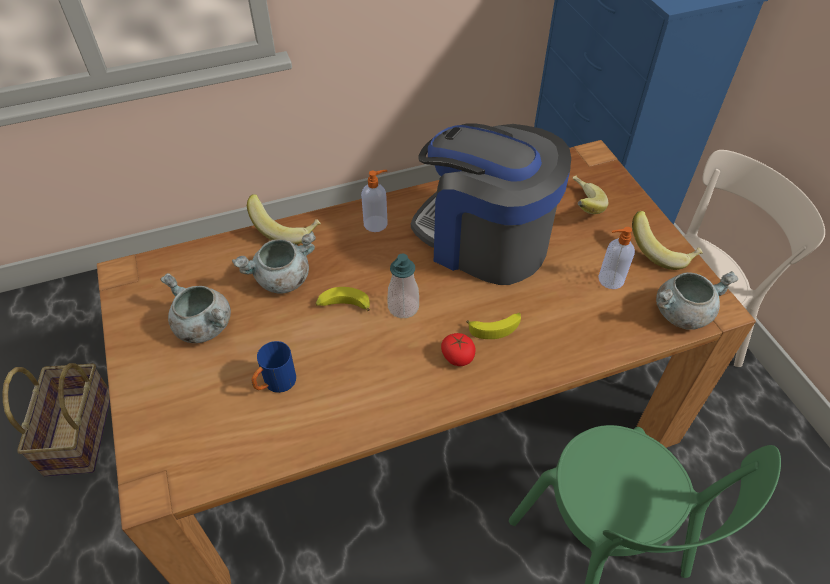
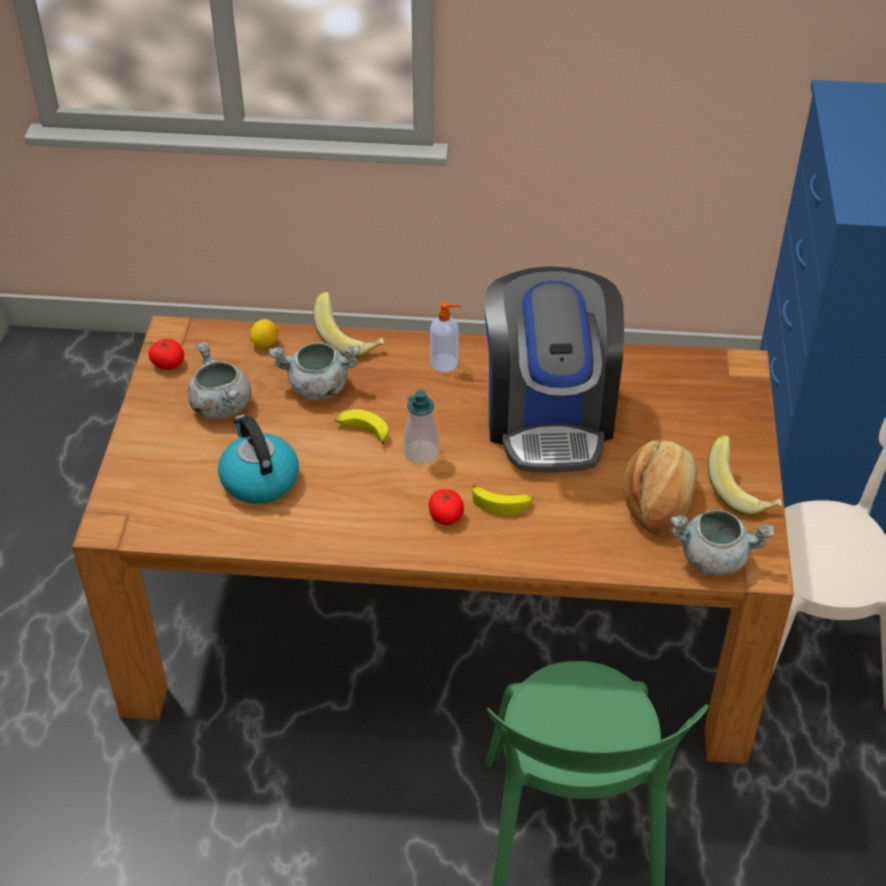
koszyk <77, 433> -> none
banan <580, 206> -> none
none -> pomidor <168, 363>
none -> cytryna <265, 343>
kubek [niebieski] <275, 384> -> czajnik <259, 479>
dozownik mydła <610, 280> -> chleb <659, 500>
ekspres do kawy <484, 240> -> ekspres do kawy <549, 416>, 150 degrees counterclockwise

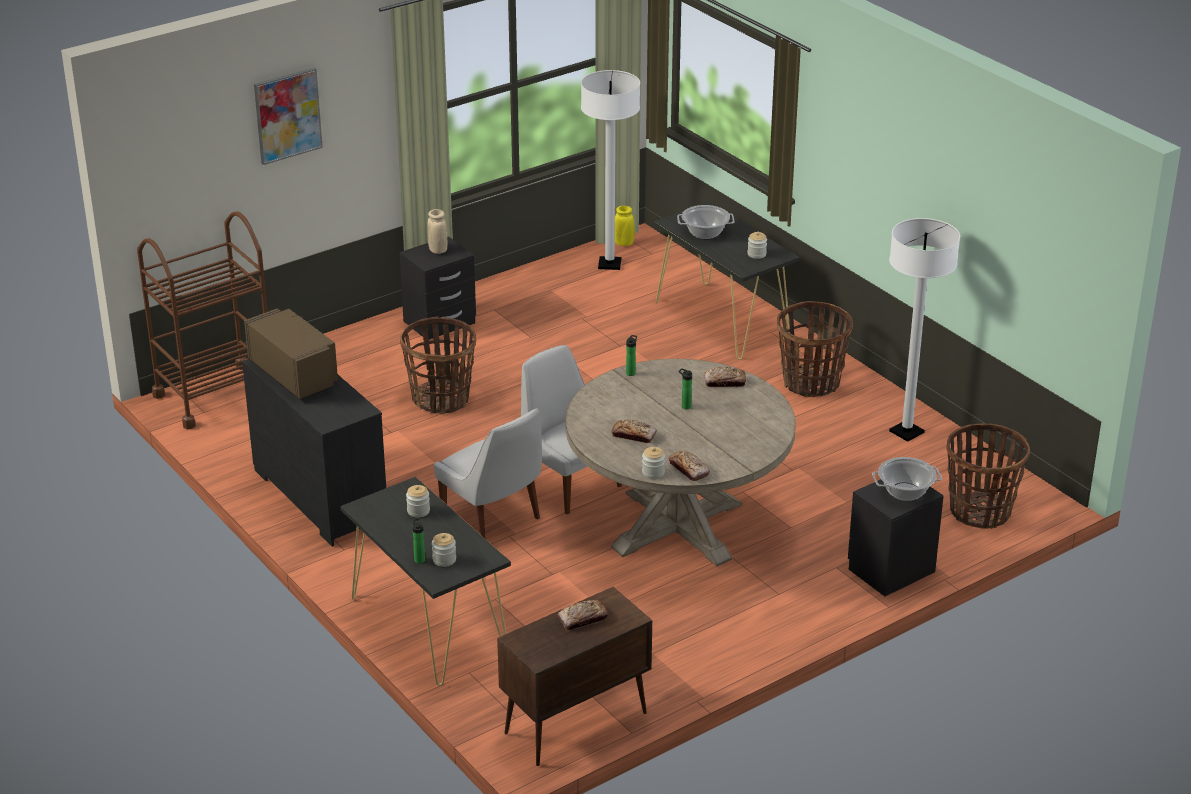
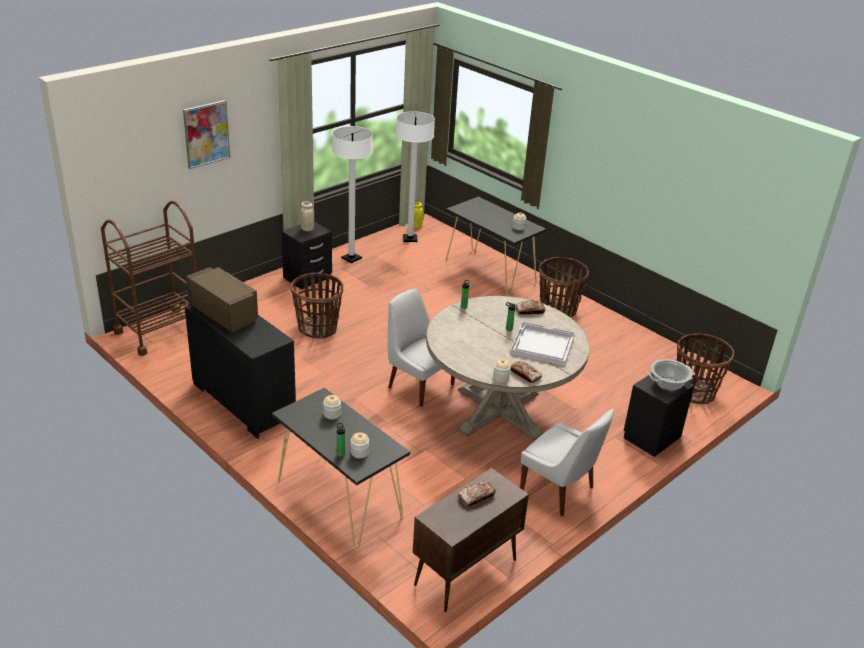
chleb <634, 435> -> none
garnek <705, 233> -> none
none -> taca [biały] <542, 345>
krzesło [biały] <493, 520> -> krzesło [biały] <559, 491>, move
lampa stojąca [biały] <906, 432> -> lampa stojąca [biały] <351, 258>, move

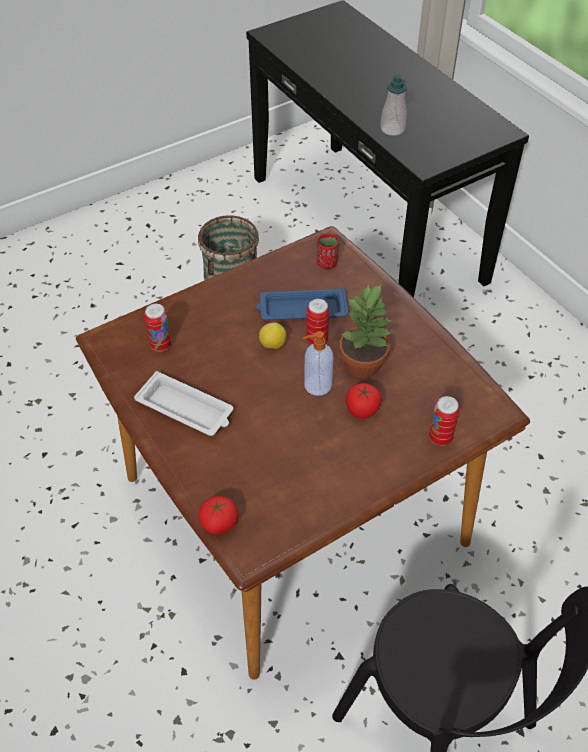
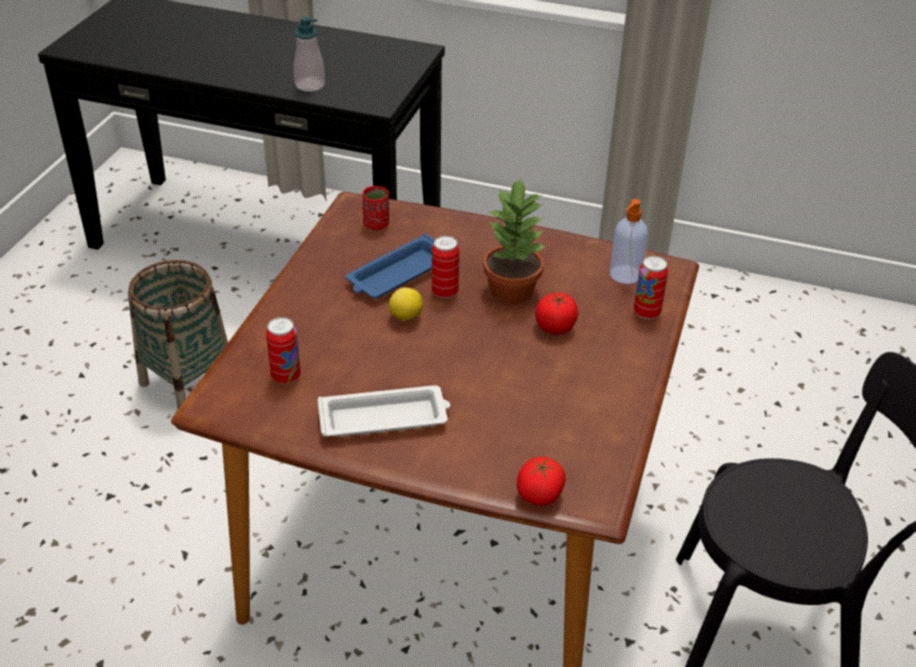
dozownik mydła <316, 385> -> dozownik mydła <624, 275>, move

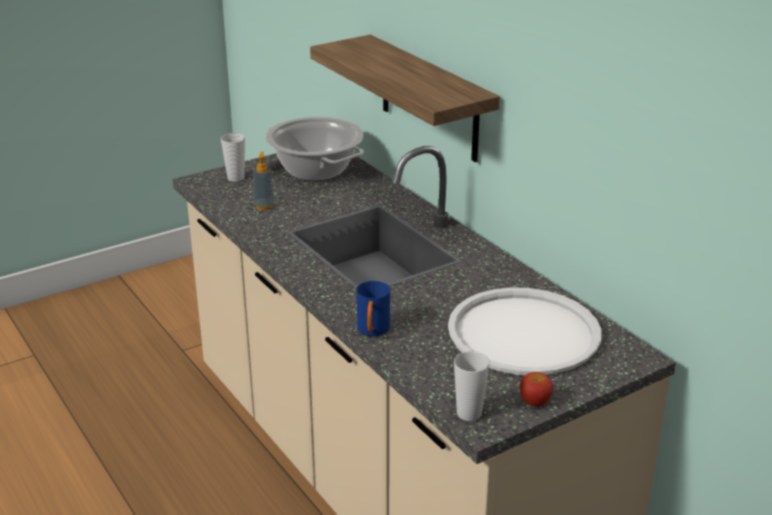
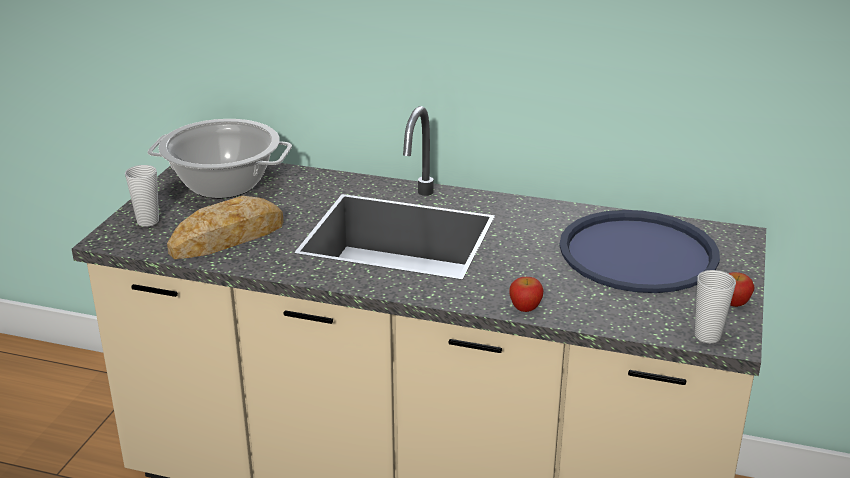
półka <429, 99> -> none
dozownik mydła <264, 206> -> chleb <227, 237>
kubek [niebieski] <372, 332> -> jabłko <525, 307>
taca [biały] <524, 333> -> taca [niebieski] <638, 253>

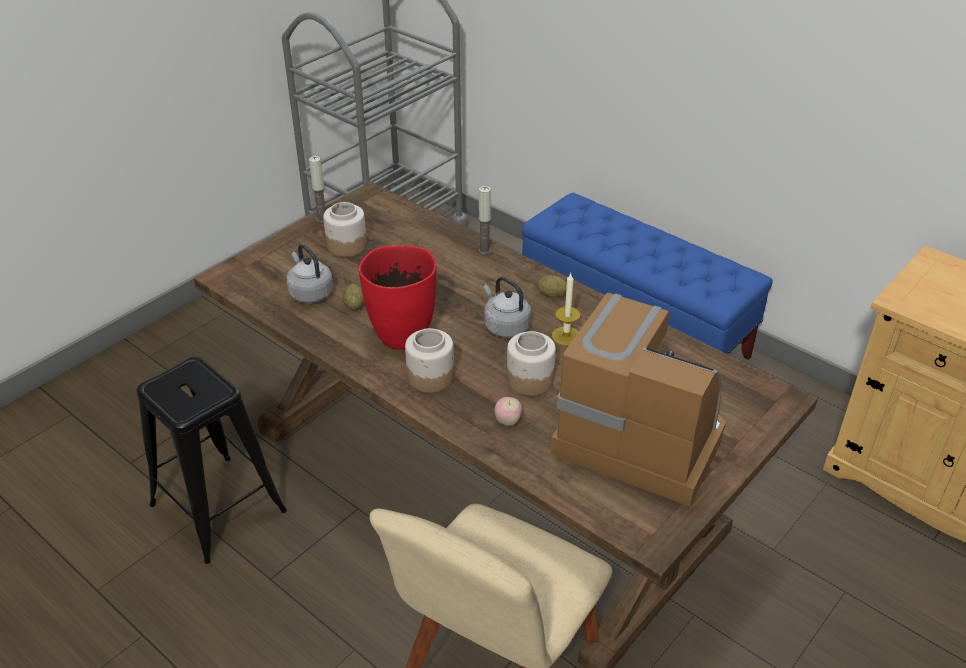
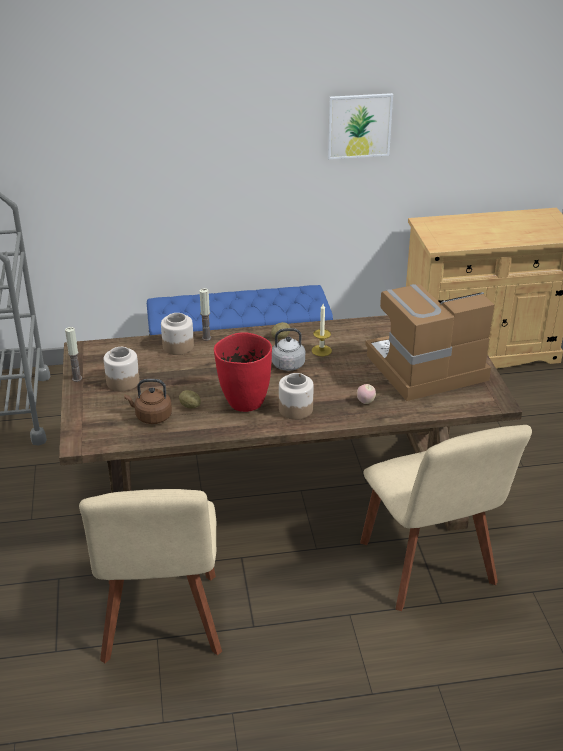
none -> obraz <359, 126>
słoik <529, 380> -> słoik <177, 347>, move
stołek [czarny] <218, 508> -> krzesło [beżowy] <162, 623>
czajnik [szary] <310, 293> -> czajnik [brązowy] <151, 417>

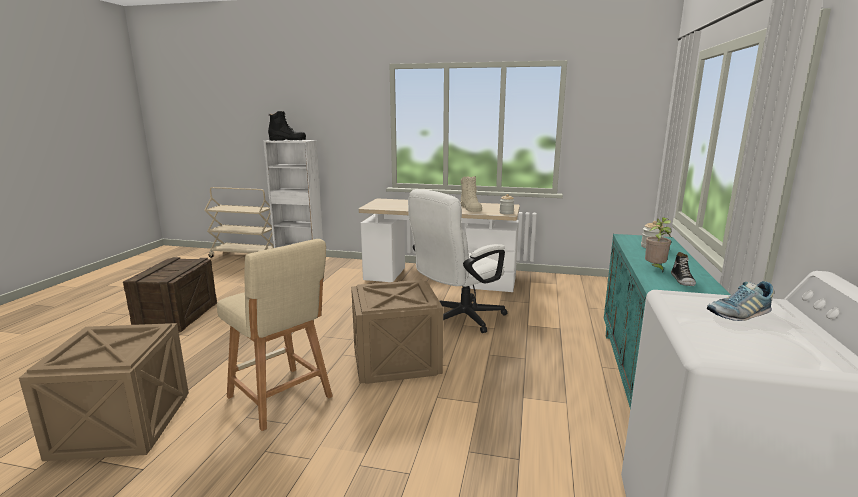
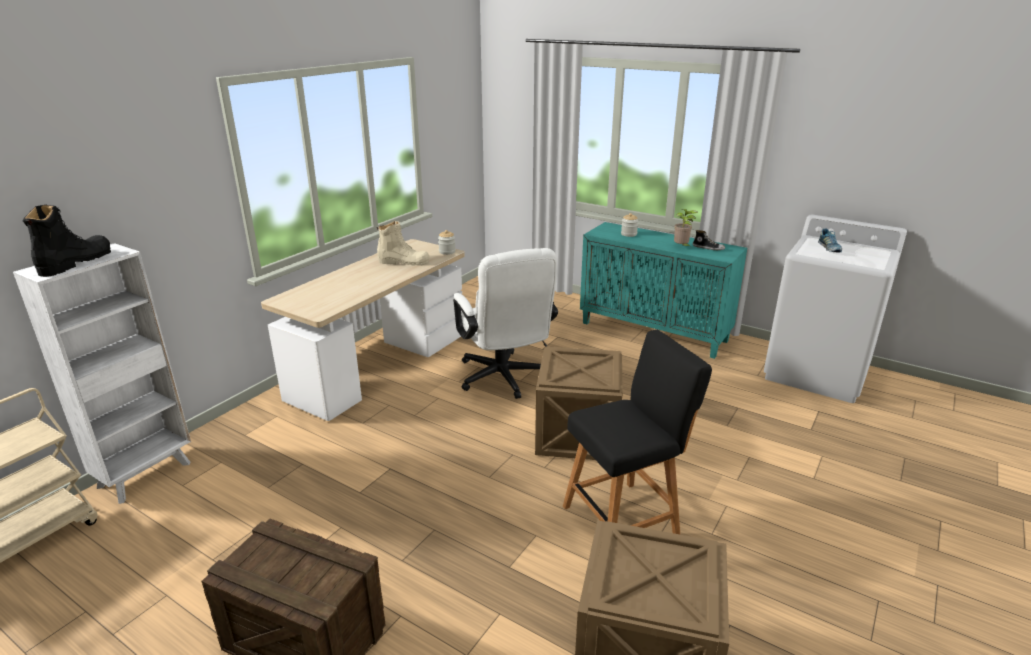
stołek [beżowy] <282, 399> -> stołek [czarny] <625, 518>

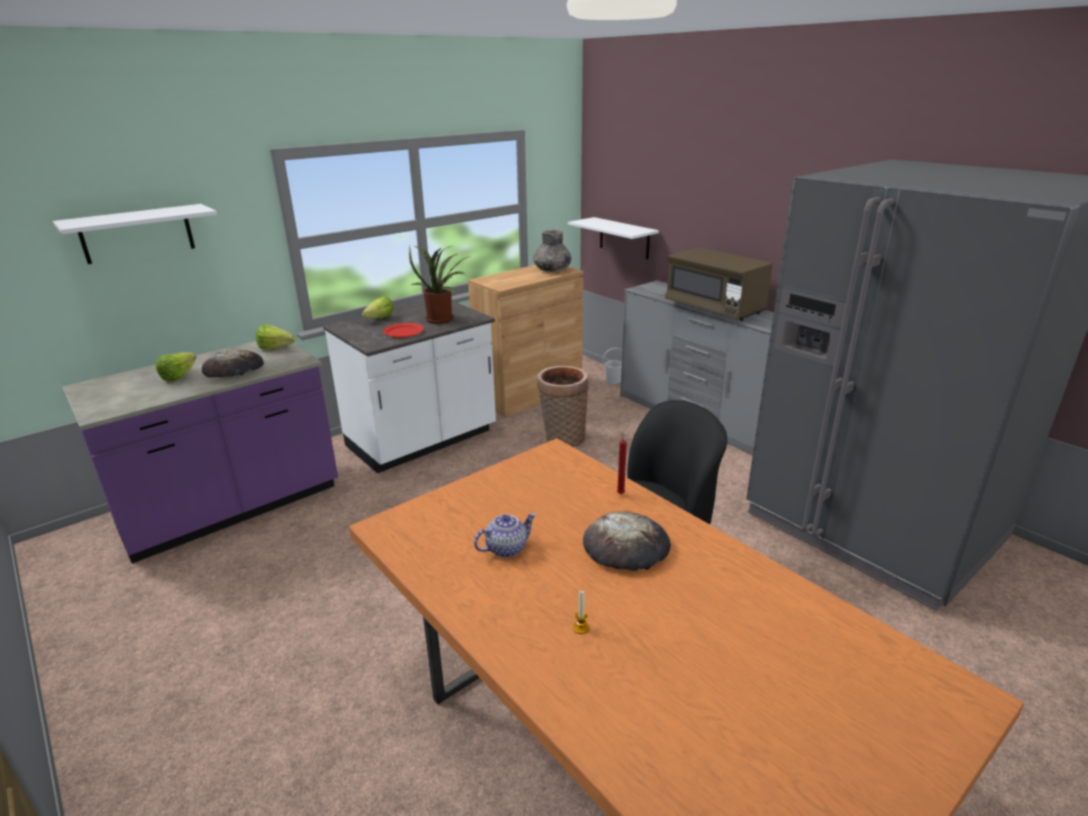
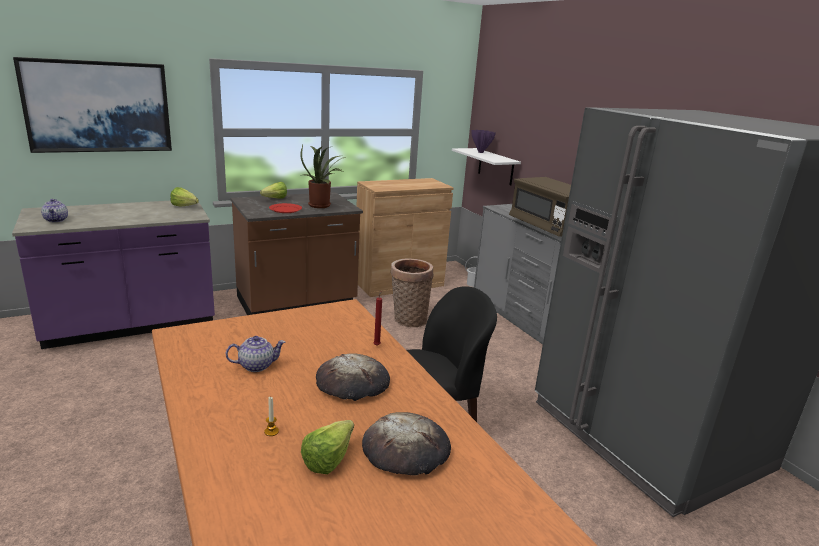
wazon [szary] <552, 270> -> none
none -> imbryk <56, 220>
none -> wazon [fioletowy] <480, 152>
sałata <182, 375> -> sałata <333, 457>, move
chleb <234, 369> -> chleb <406, 449>, move
półka [biały] <137, 234> -> obraz <98, 106>
zabudowa kuchenna [biały] <422, 440> -> zabudowa kuchenna [brązowy] <297, 302>

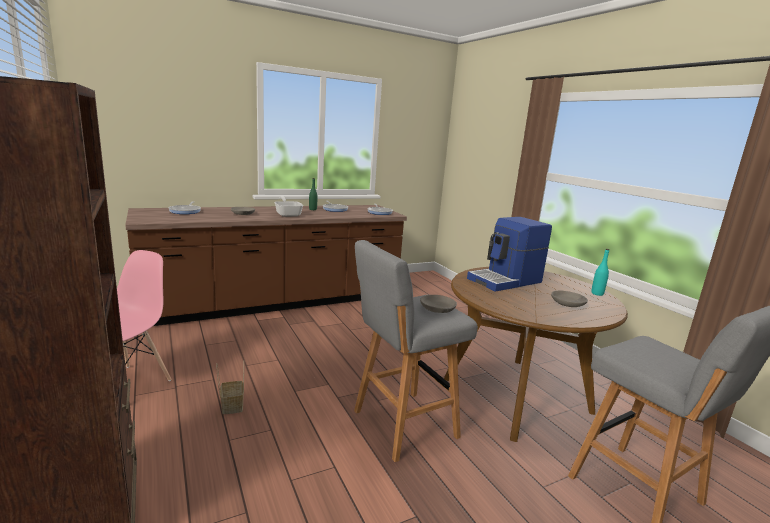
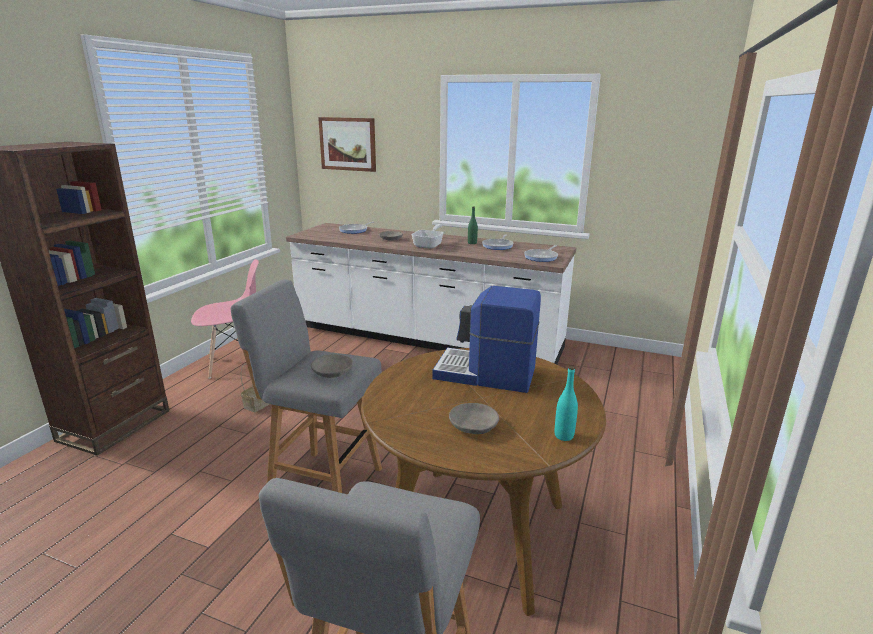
none -> obraz <348, 144>
zabudowa kuchenna [brązowy] <277, 302> -> zabudowa kuchenna [biały] <426, 338>

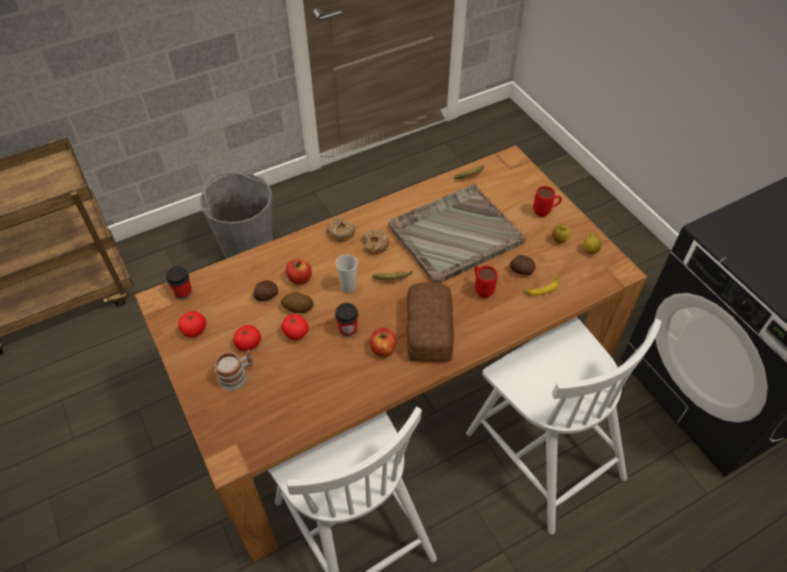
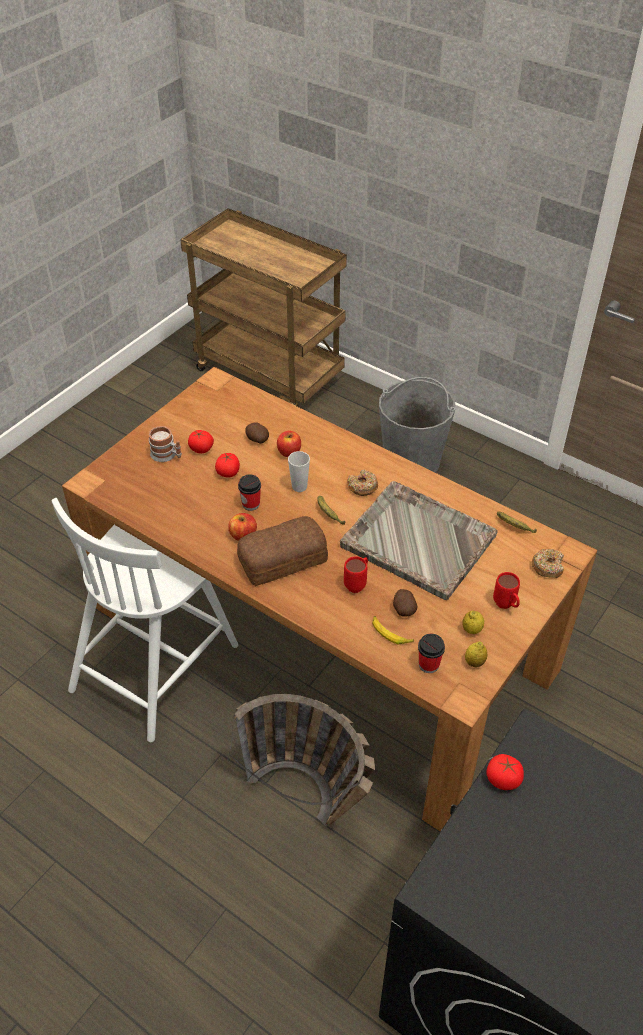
ziemniak <298, 308> -> none
filiżanka <183, 293> -> filiżanka <429, 664>, move
pomidor <194, 330> -> pomidor <503, 779>, move
donut <341, 232> -> donut <547, 566>, move
krzesło [biały] <542, 452> -> koszyk <312, 801>

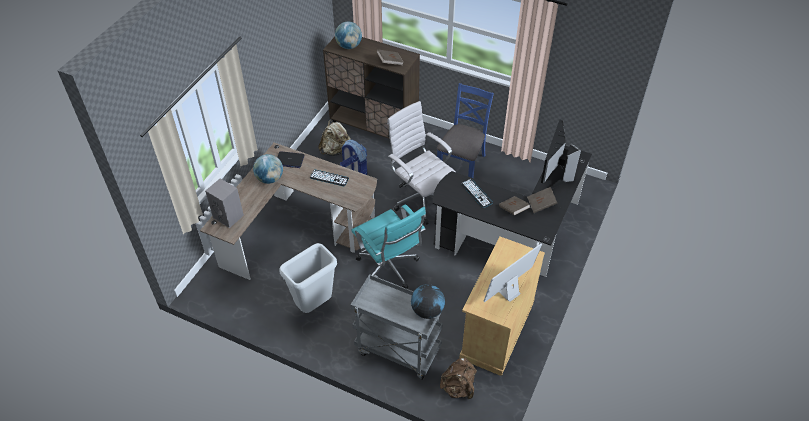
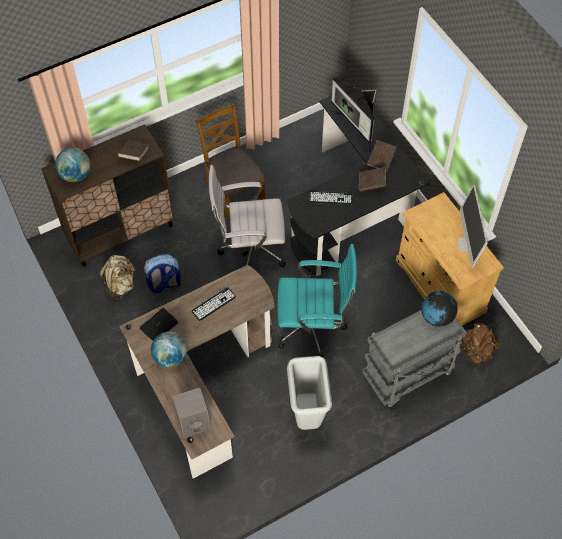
krzesło [niebieski] <462, 163> -> krzesło [brązowy] <233, 190>

